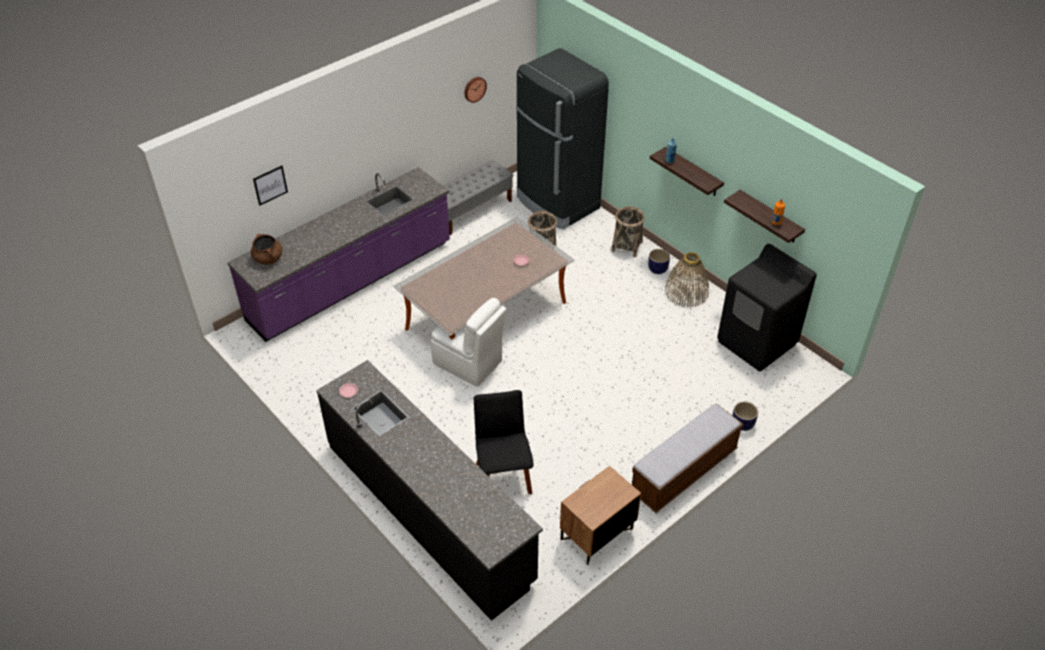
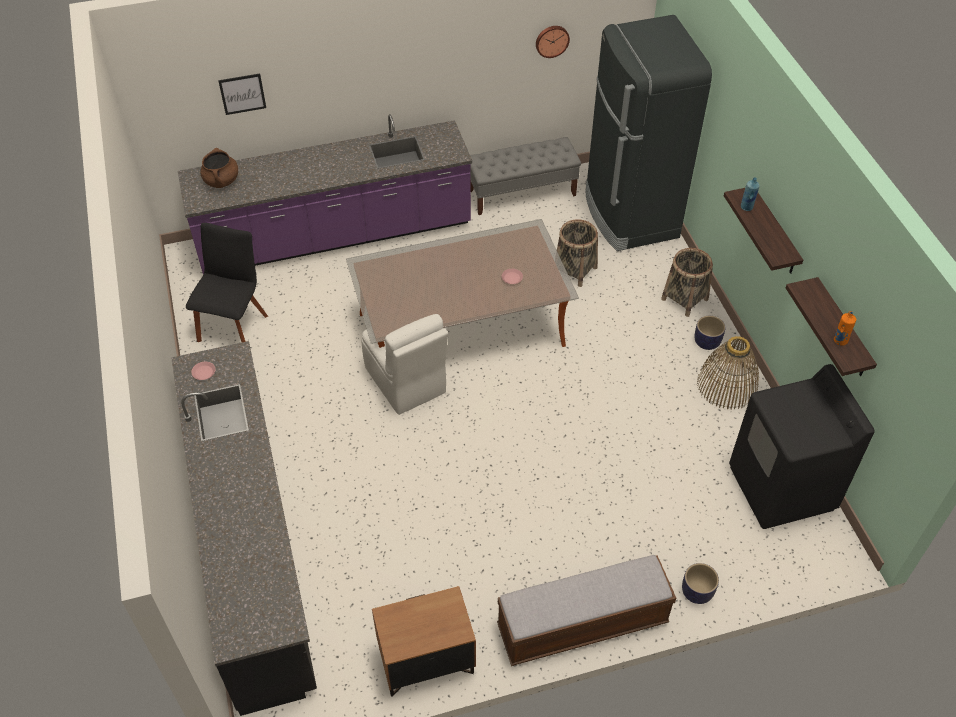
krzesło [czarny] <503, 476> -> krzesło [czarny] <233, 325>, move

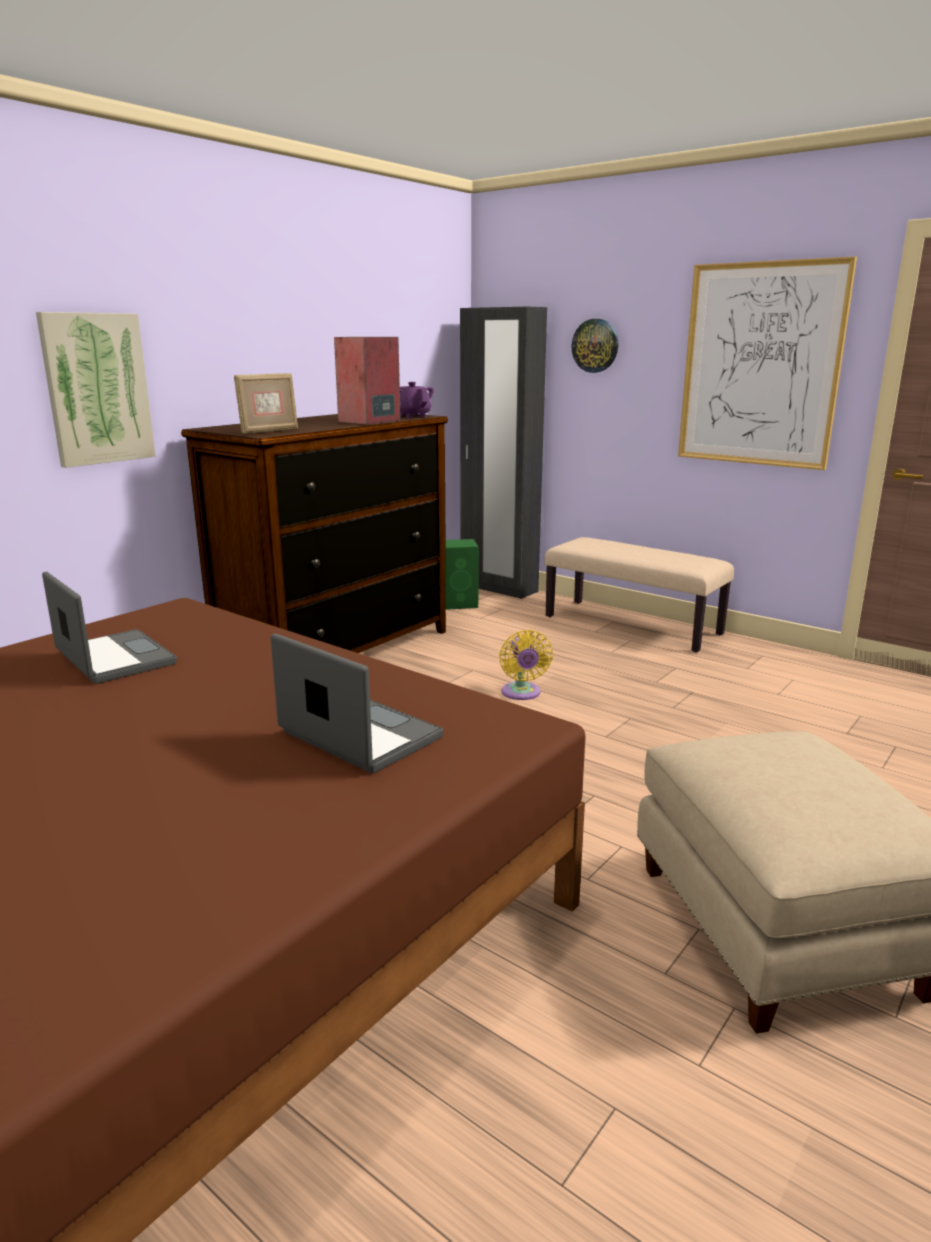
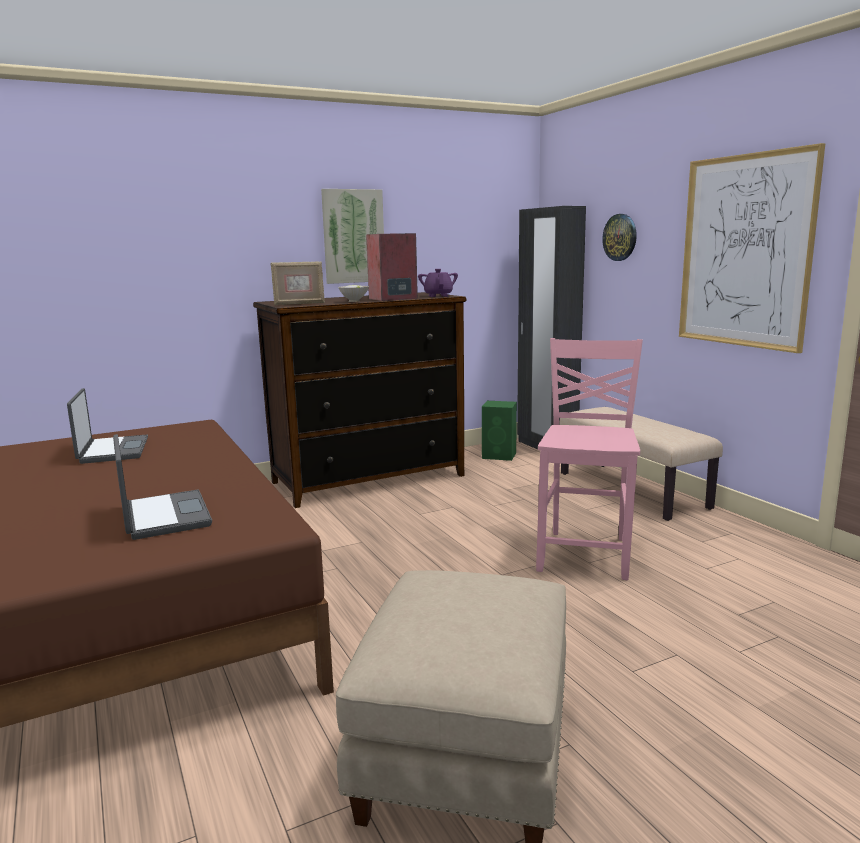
wentylator [żółty] <521, 694> -> none
none -> miska [biały] <354, 301>
none -> krzesło [różowy] <586, 553>
obraz <97, 389> -> obraz <353, 236>, move

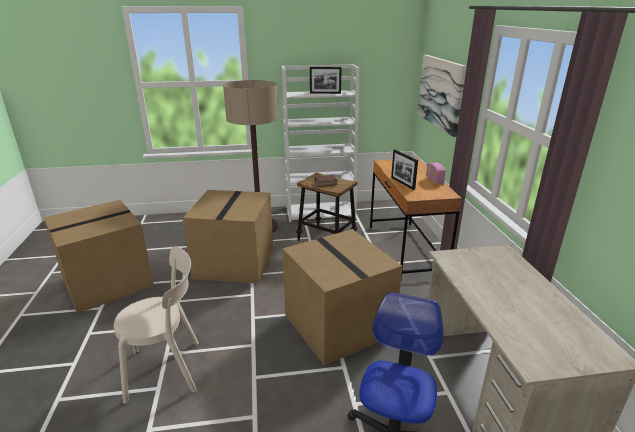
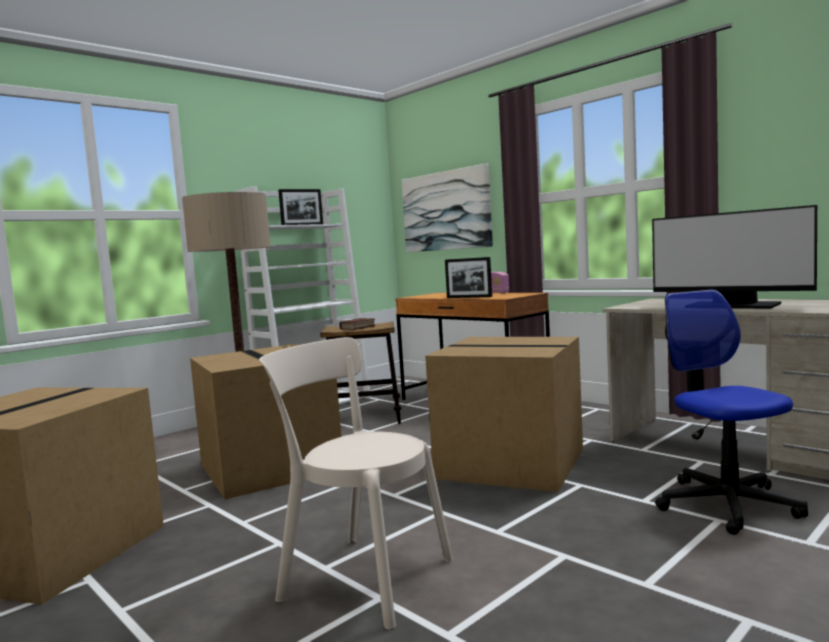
none -> monitor <732, 306>
krzesło [beżowy] <168, 369> -> krzesło [beżowy] <360, 577>, 105 degrees counterclockwise

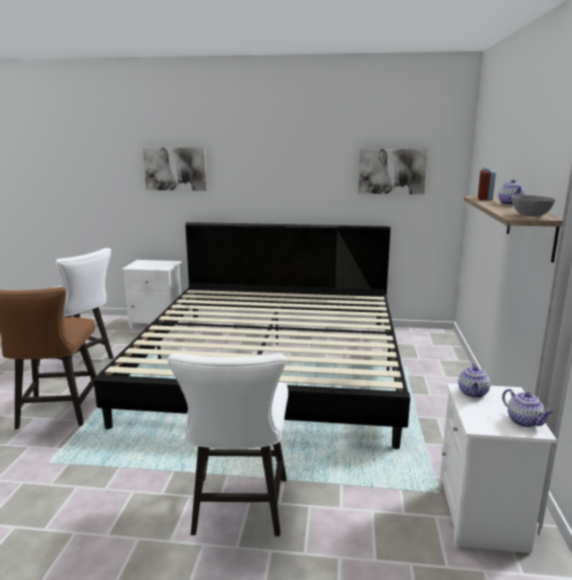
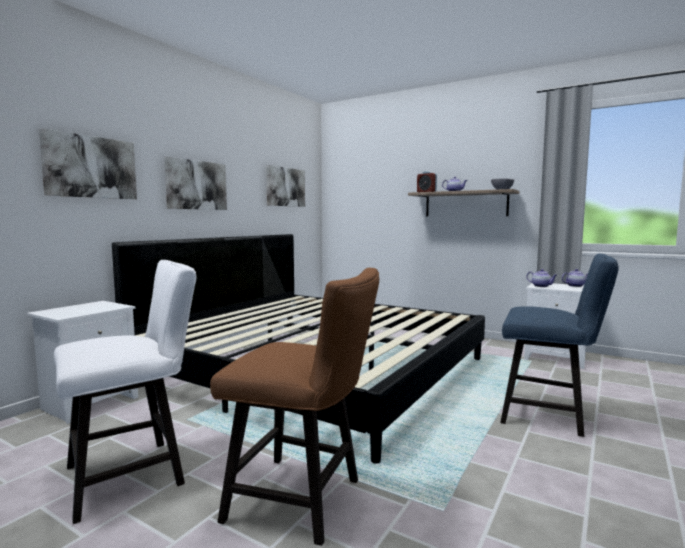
none -> obraz <196, 185>
krzesło [biały] <238, 511> -> krzesło [niebieski] <550, 415>

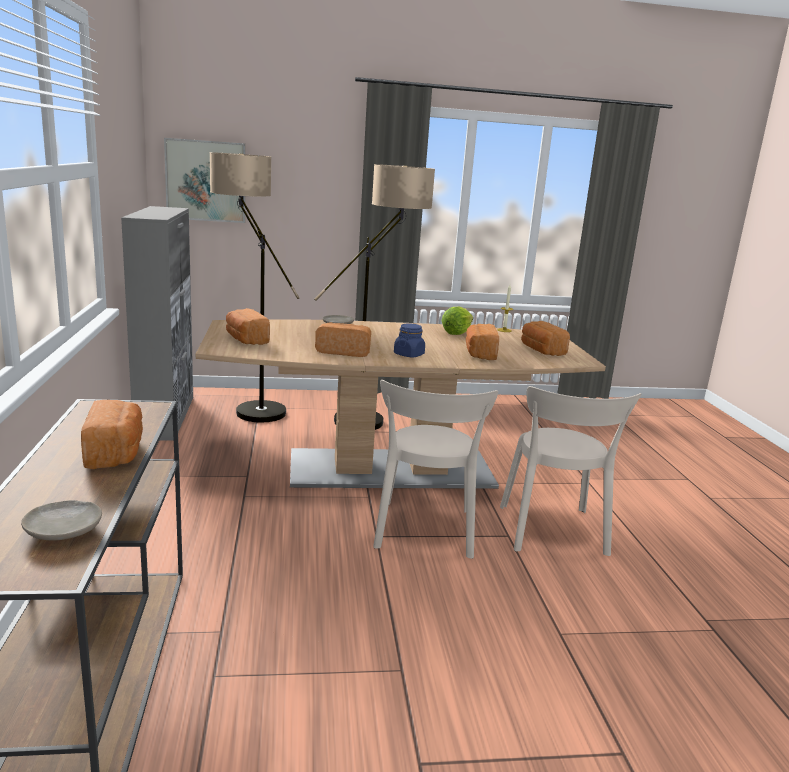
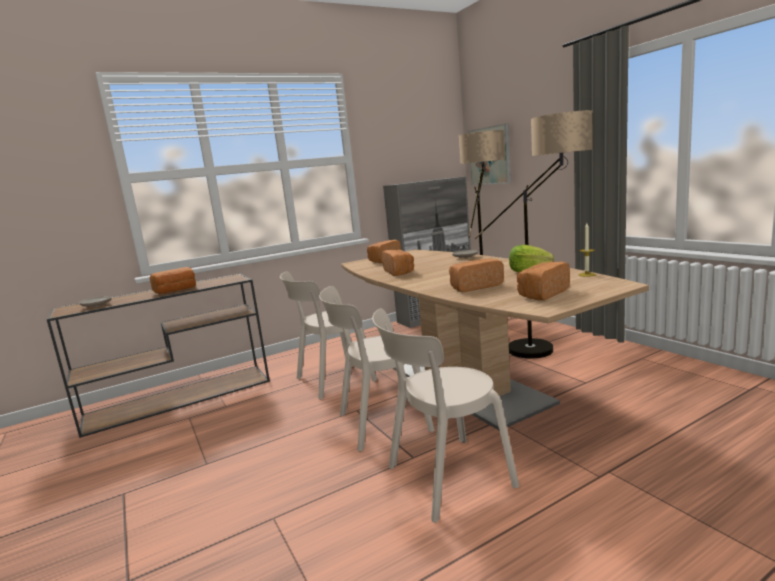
słoik [niebieski] <409, 354> -> none
none -> krzesło [beżowy] <331, 380>

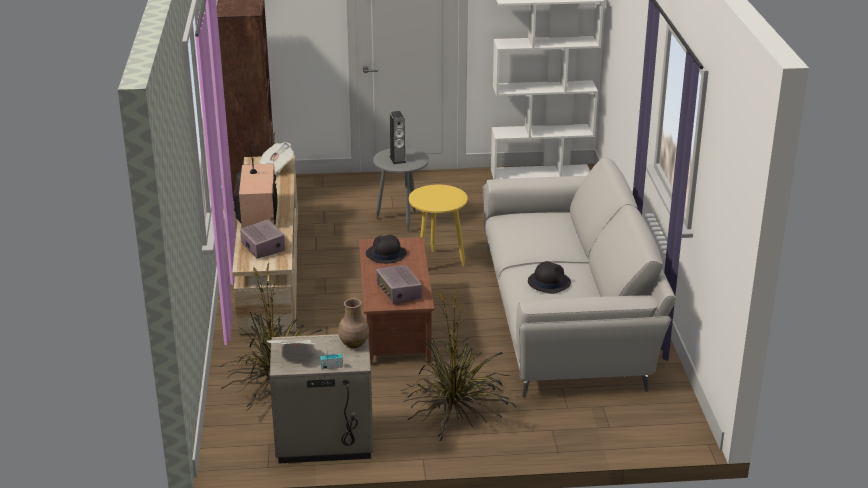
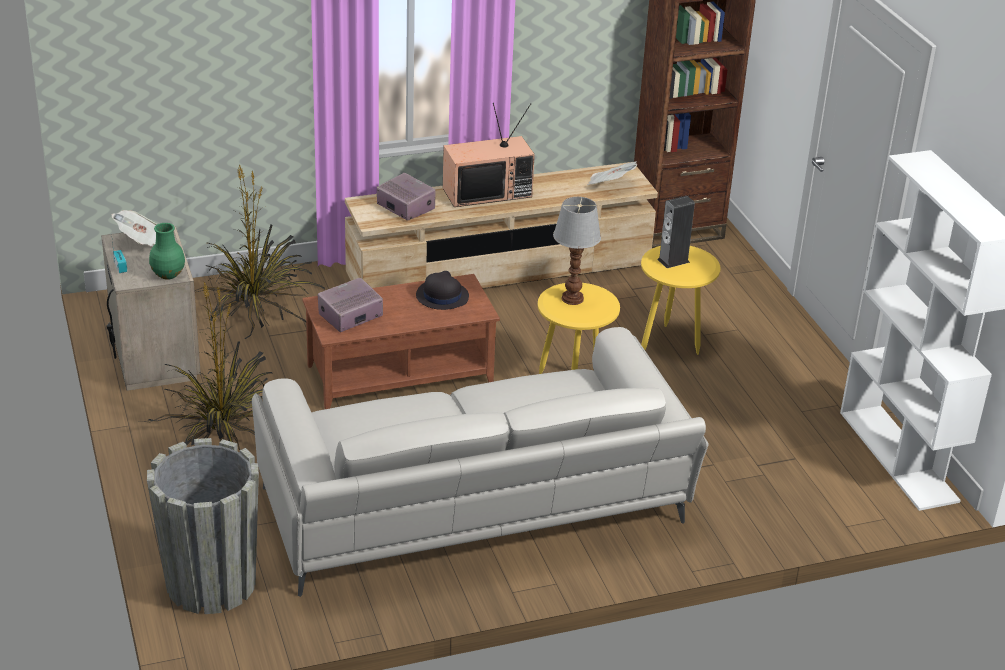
kapelusz [czarny] <549, 282> -> none
none -> donica [szary] <211, 583>
none -> lampa stołowa <572, 299>
wazon [brązowy] <353, 344> -> wazon [zielony] <168, 274>
stolik [szary] <401, 220> -> stolik [żółty] <671, 346>
radio <263, 247> -> radio <405, 207>, 90 degrees counterclockwise

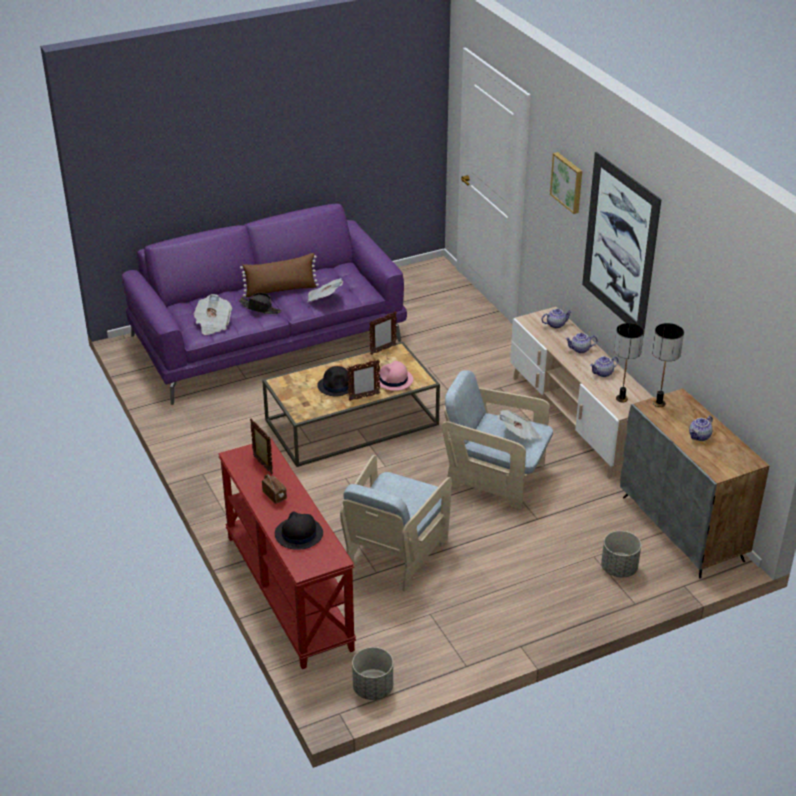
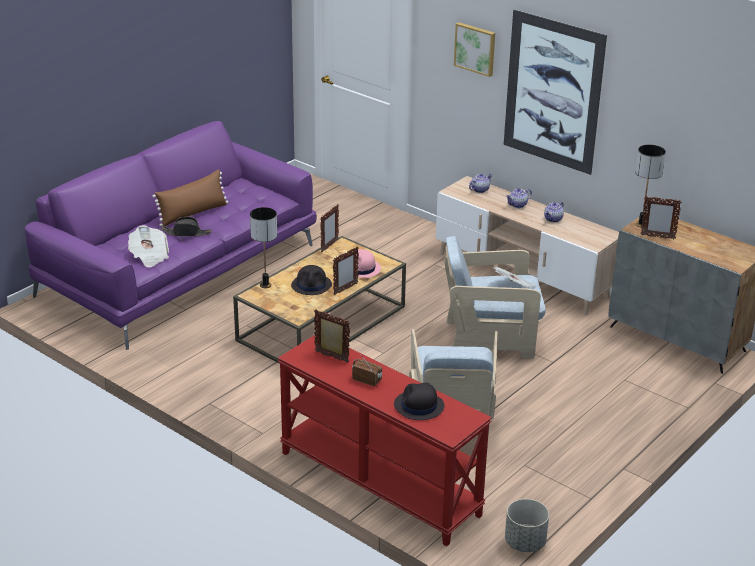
gazeta <324, 299> -> none
donica [szary] <619, 569> -> none
imbryk <700, 437> -> none
none -> ramka na zdjęcie <657, 237>
lampa stołowa <621, 399> -> lampa stołowa <265, 285>, move

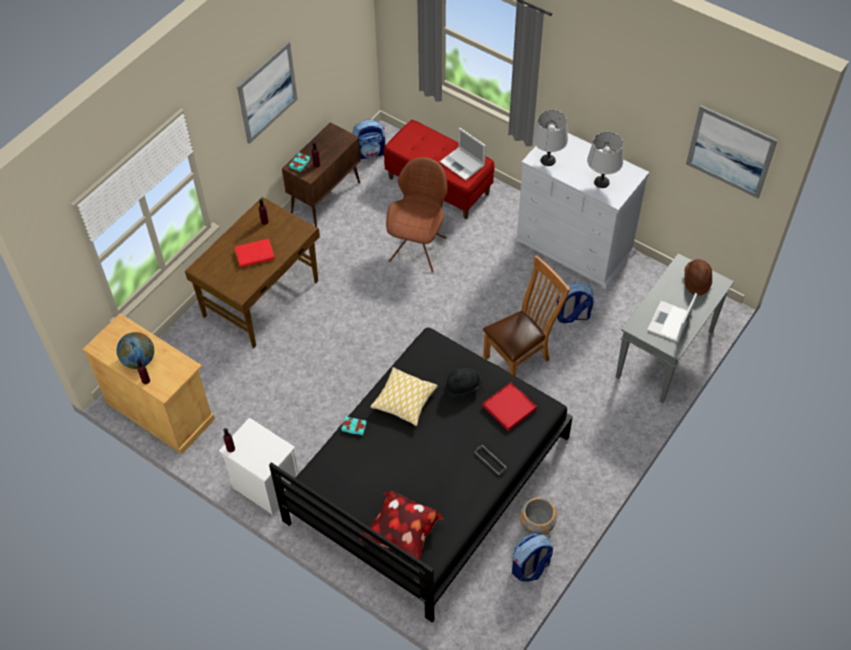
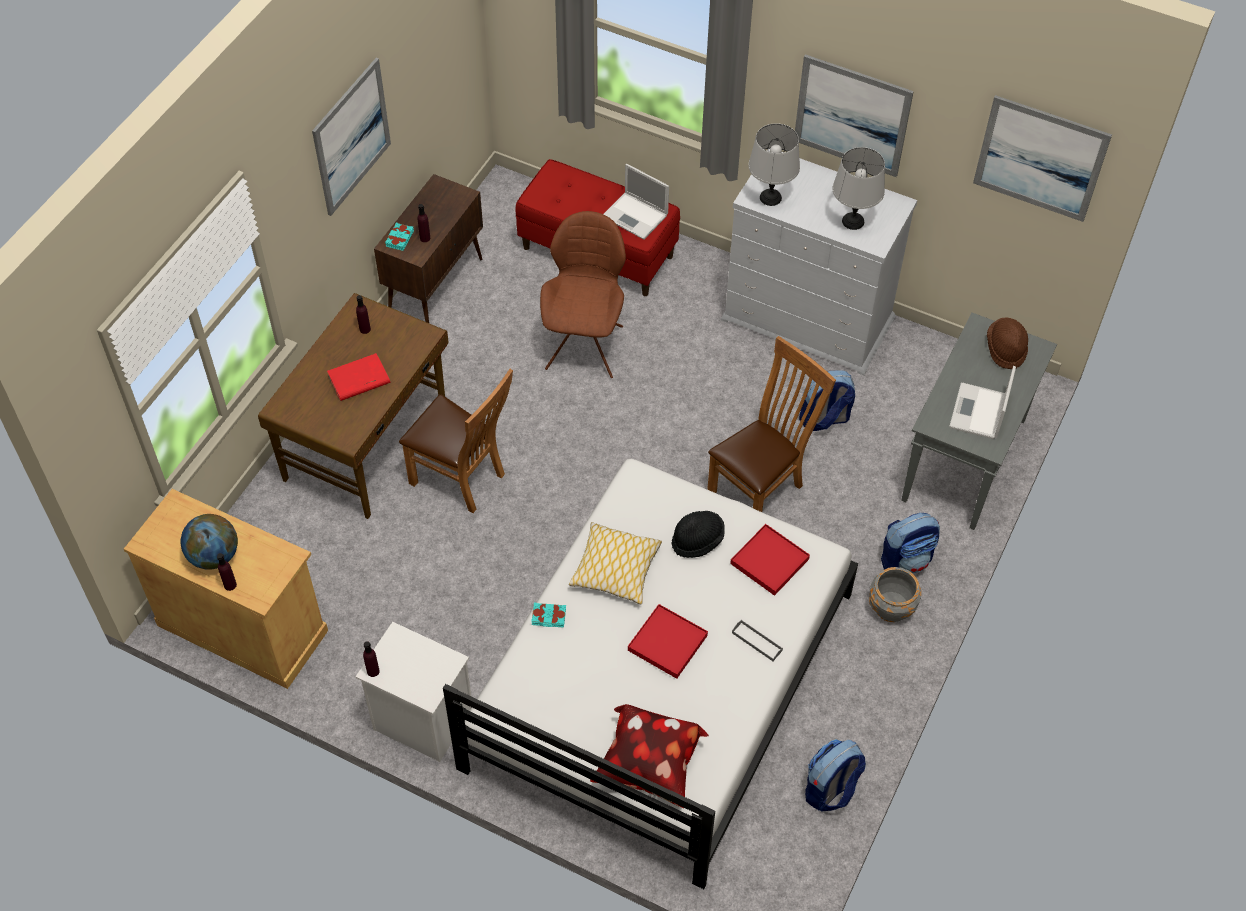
none -> krzesło [brązowy] <462, 480>
none -> taca [czerwony] <667, 643>
none -> obraz <852, 115>
plecak <370, 152> -> plecak <906, 559>, move
donica [szary] <537, 525> -> donica [szary] <891, 608>, move
łóżko [czarny] <427, 478> -> łóżko [biały] <658, 679>

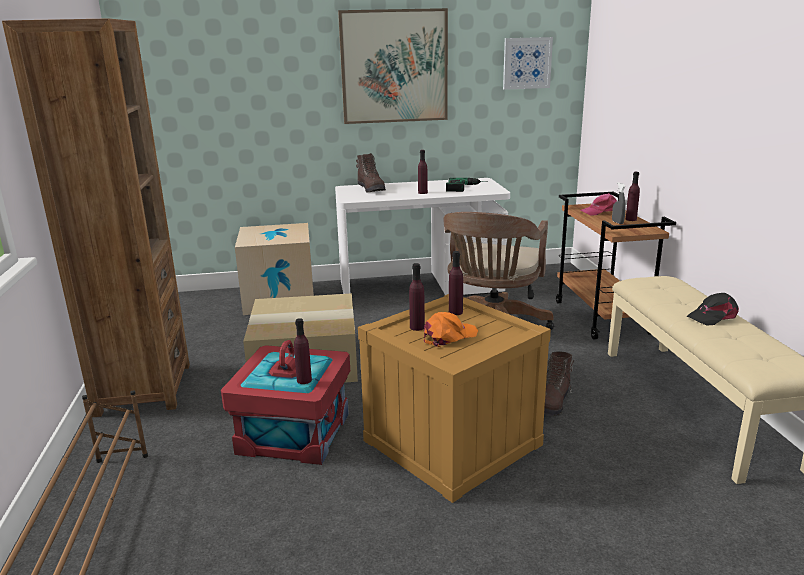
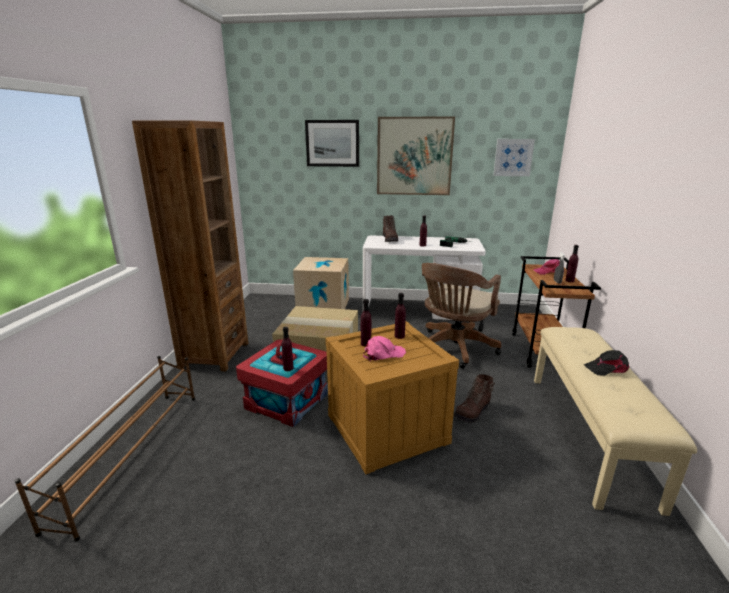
none -> obraz <332, 143>
czapka z daszkiem [pomarańczowy] <449, 336> -> czapka z daszkiem [różowy] <383, 354>

